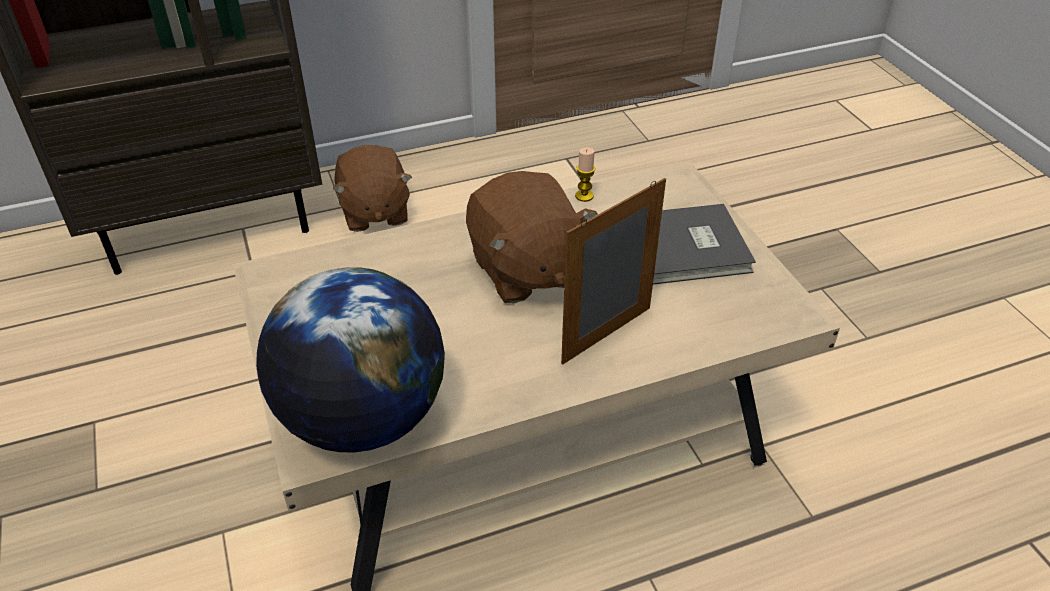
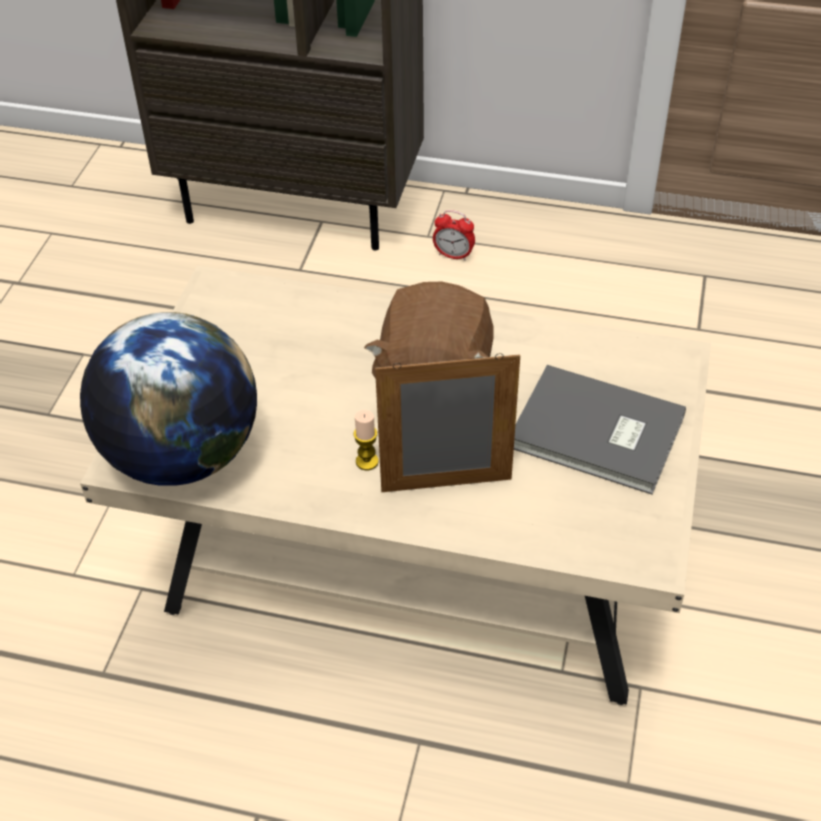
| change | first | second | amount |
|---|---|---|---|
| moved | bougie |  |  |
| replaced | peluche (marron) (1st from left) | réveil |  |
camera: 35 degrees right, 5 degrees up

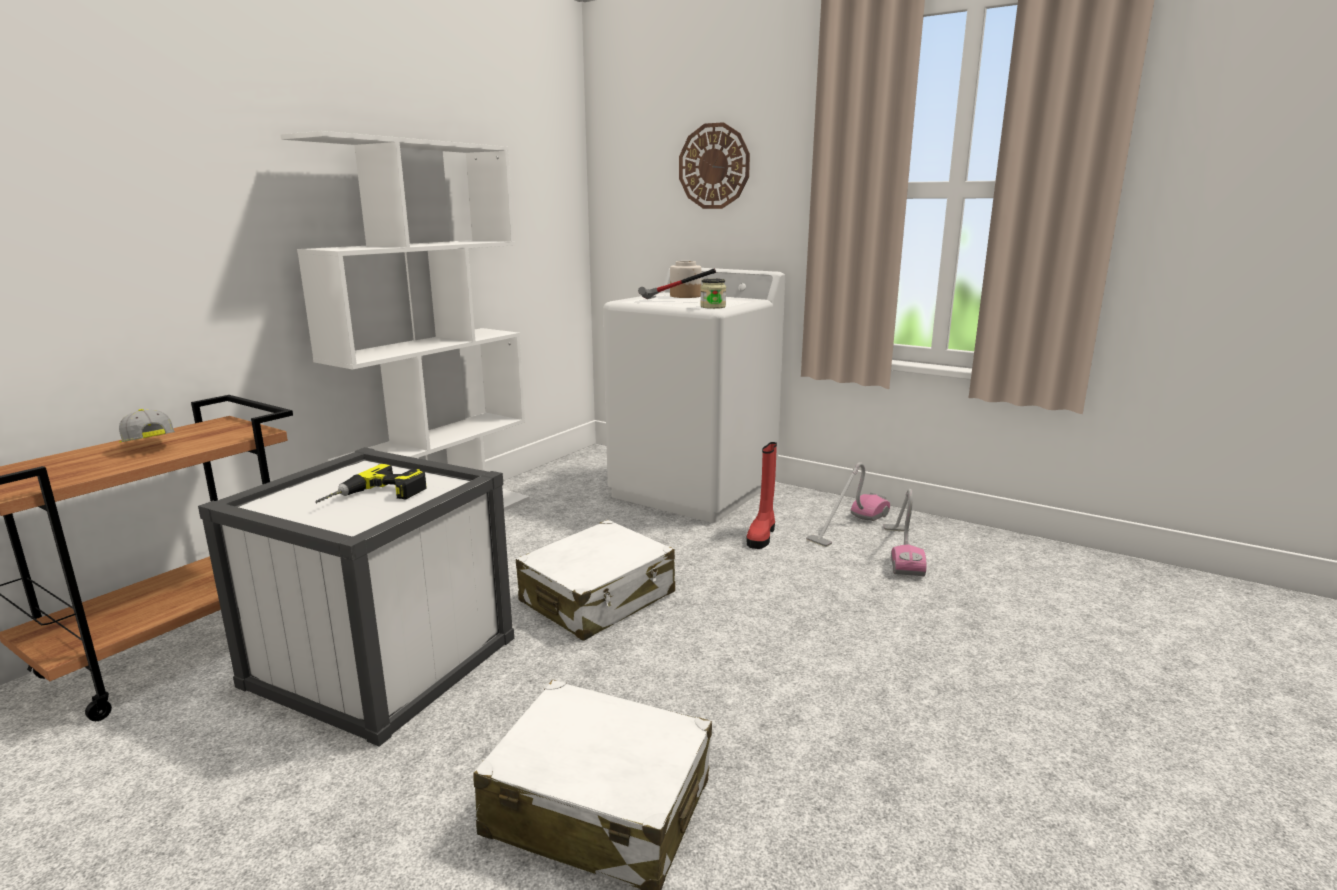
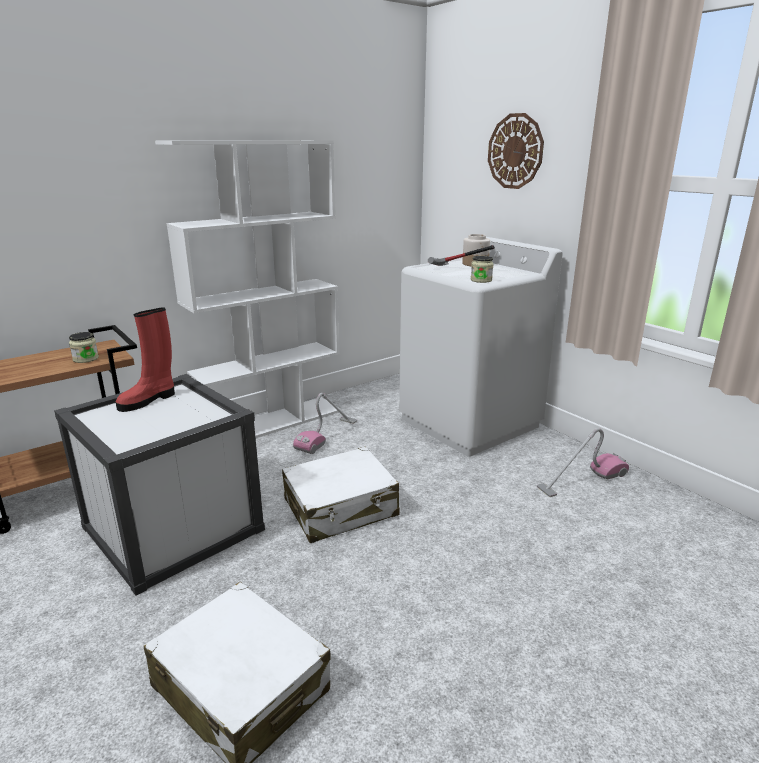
| change | first | second | amount |
|---|---|---|---|
| added |  | bocal (1st from left) |  |
| moved | botte (rouge) |  |  |
| moved | aspirateur (2nd from left in the first image) | aspirateur (1st from left) |  |
| removed | casquette |  |  |
| removed | perceuse |  |  |
camera: 20 degrees right, 5 degrees up

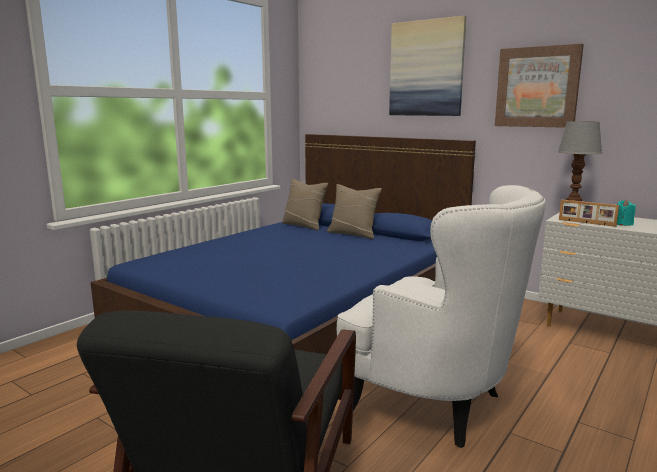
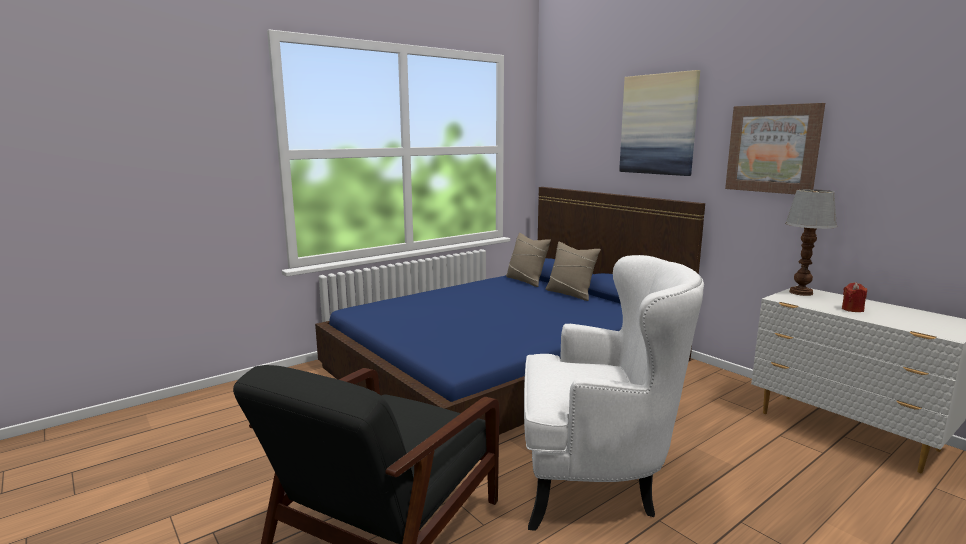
| change | first | second | amount |
|---|---|---|---|
| turned | fauteuil (blanc) |  | 45 degrees counterclockwise |
| recoloured | bougie (turquoise) | bougie (rouge) |  |
| removed | cadre photo |  |  |
camera: 15 degrees right, 0 degrees up

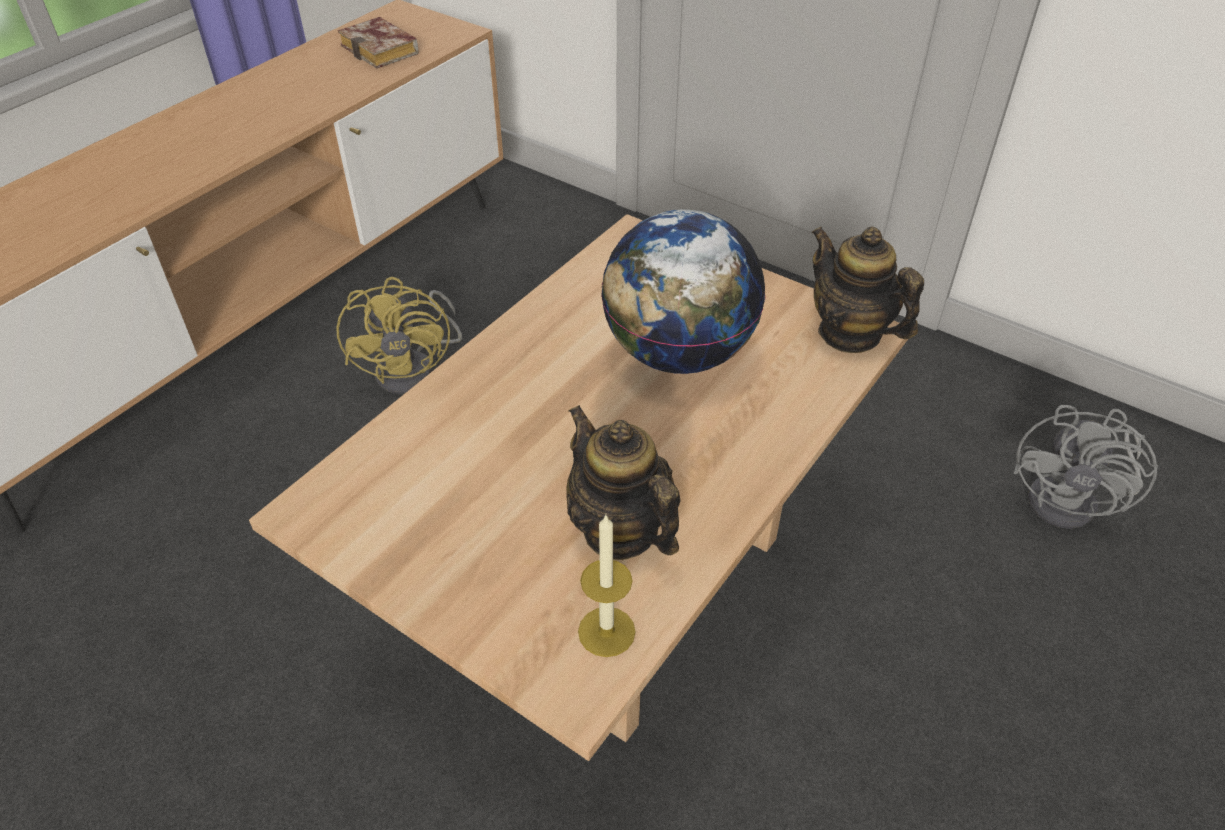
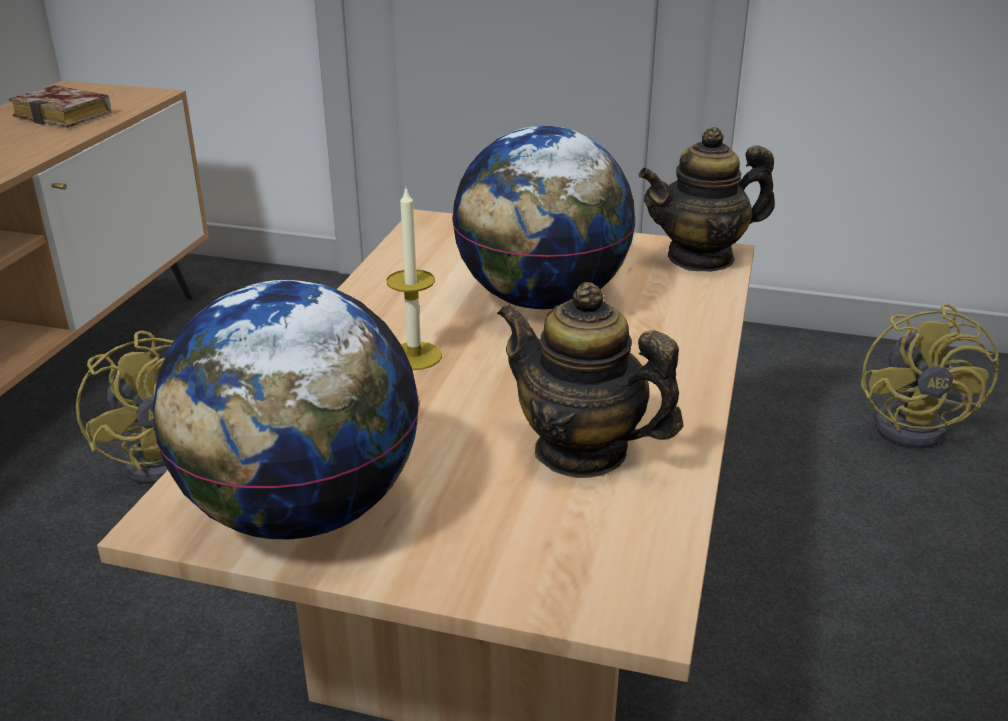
| change | first | second | amount |
|---|---|---|---|
| added |  | globe (1st from left) |  |
| moved | bougie |  |  |
| turned | théière (2nd from left) |  | 45 degrees counterclockwise |
| recoloured | ventilateur (gris) | ventilateur (jaune) (2nd from left) |  |
camera: 20 degrees left, 15 degrees down

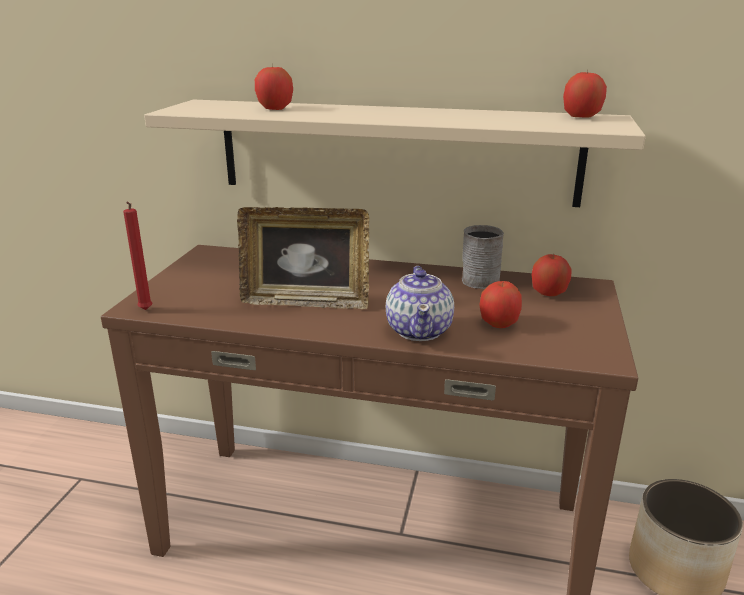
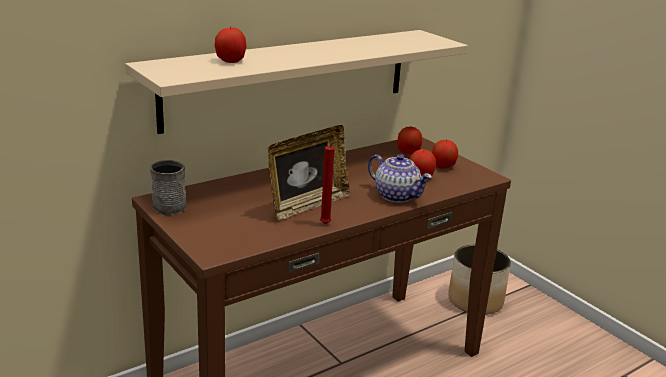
| change | first | second | amount |
|---|---|---|---|
| moved | mug (gris) |  |  |
| moved | bougie (rouge) |  |  |
| moved | pomme (4th from left) |  |  |
camera: 50 degrees left, 0 degrees up

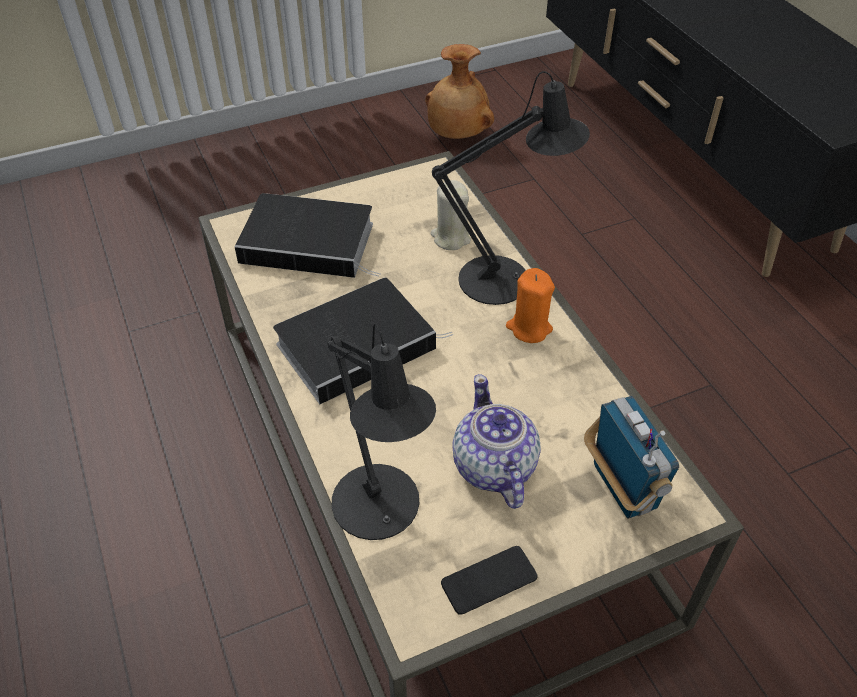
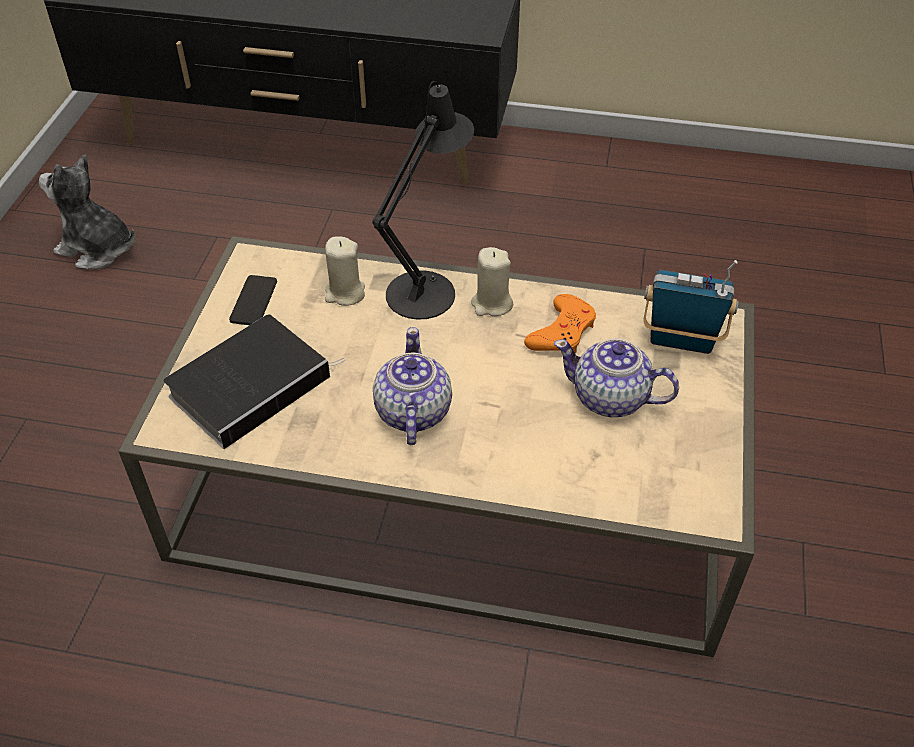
| change | first | second | amount |
|---|---|---|---|
| replaced | vase (marron) | peluche |  |
| moved | téléphone |  |  |
| replaced | livre (2nd from left) | théière (1st from left) |  |
| recoloured | bougie (orange) | bougie (beige) (2nd from left) |  |
| added |  | manette (orange) |  |
| removed | lampe de table (noir) (1st from left) |  |  |
camera: 55 degrees left, 0 degrees up

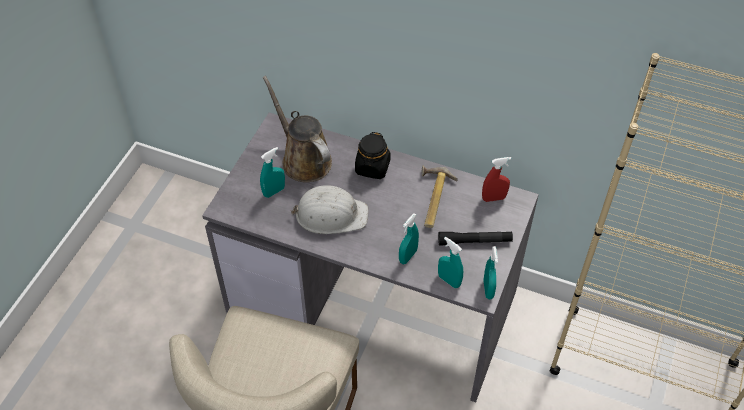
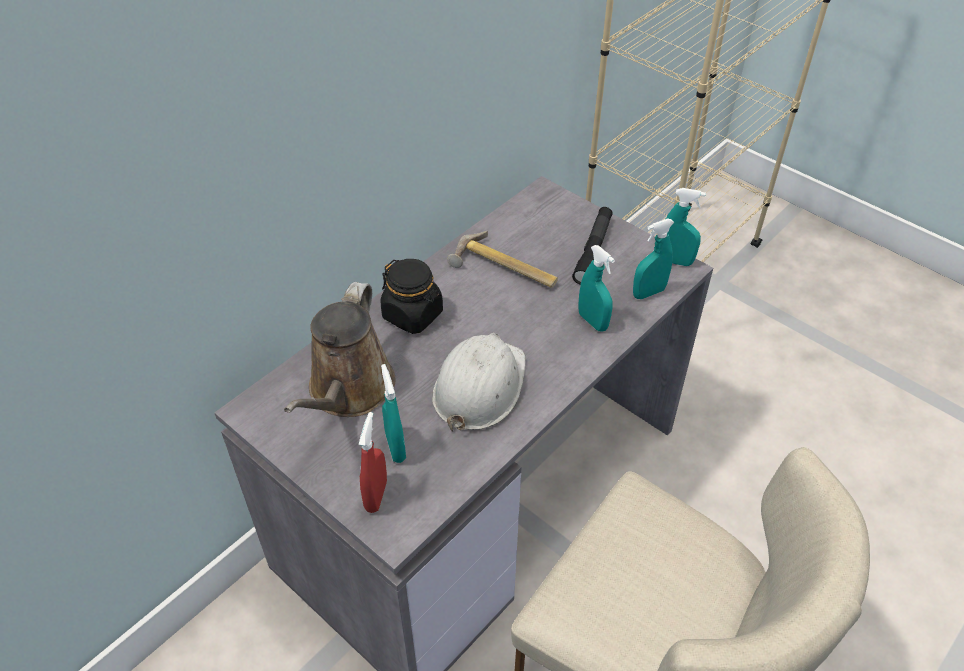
| change | first | second | amount |
|---|---|---|---|
| turned | arrosoir (marron) |  | 60 degrees counterclockwise |
| moved | vaporisateur (rouge) |  |  |
camera: 70 degrees left, 5 degrees down

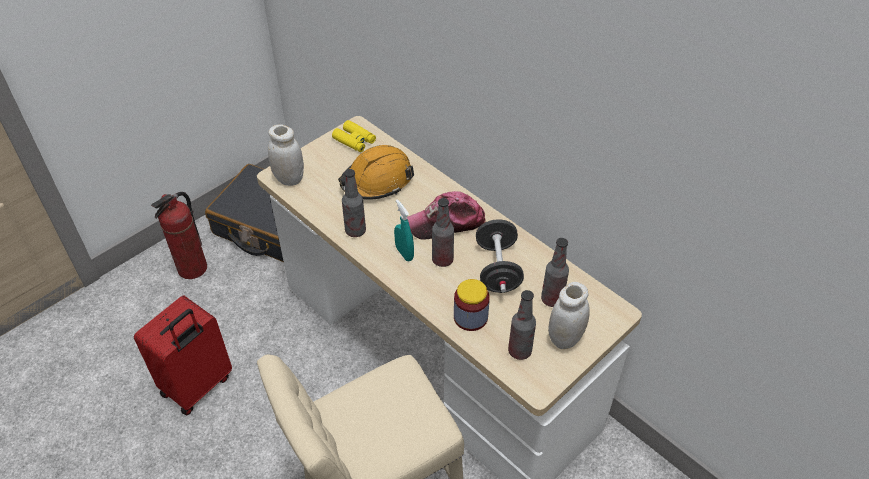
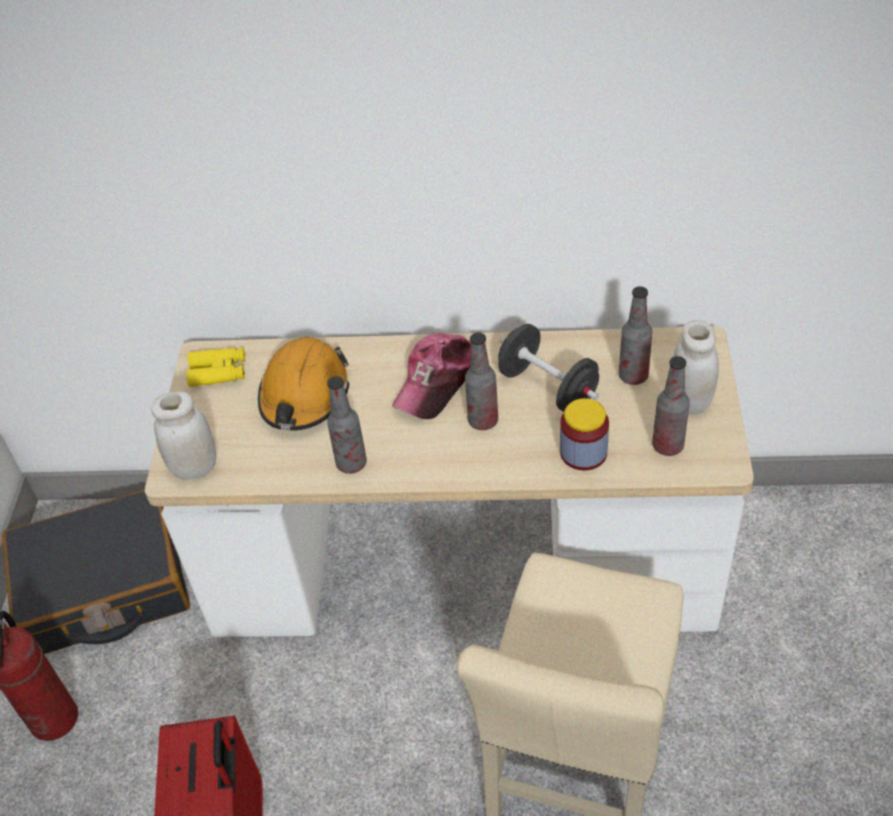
| change | first | second | amount |
|---|---|---|---|
| removed | vaporisateur (turquoise) |  |  |
camera: 40 degrees left, 0 degrees up

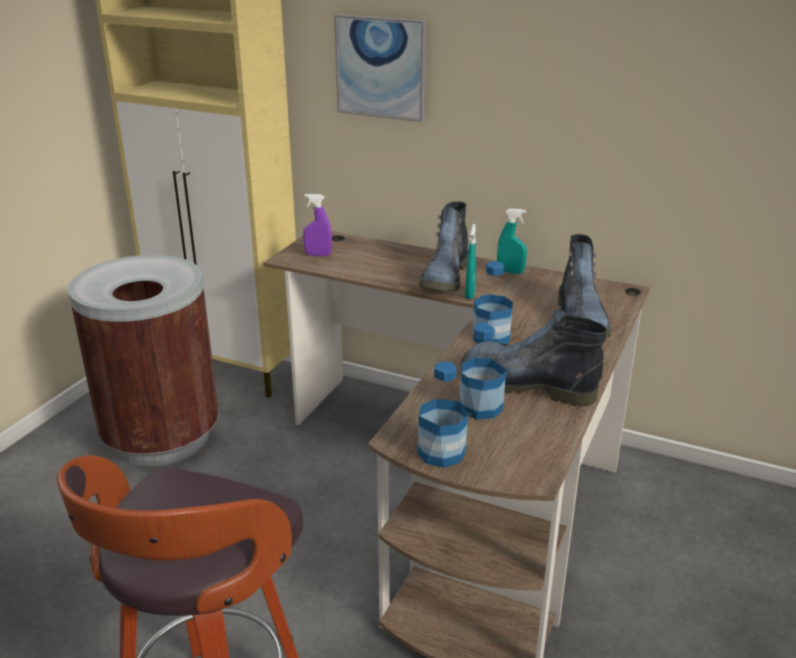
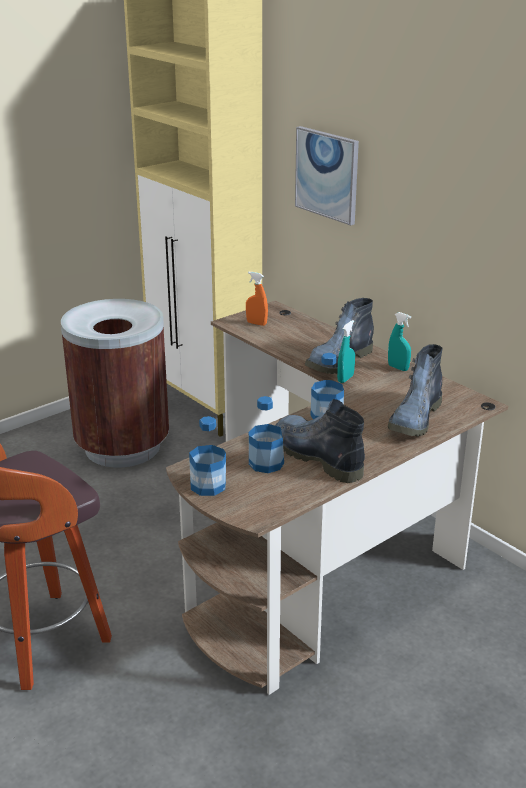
| change | first | second | amount |
|---|---|---|---|
| recoloured | vaporisateur (violet) | vaporisateur (orange) |  |
camera: 25 degrees right, 0 degrees up

